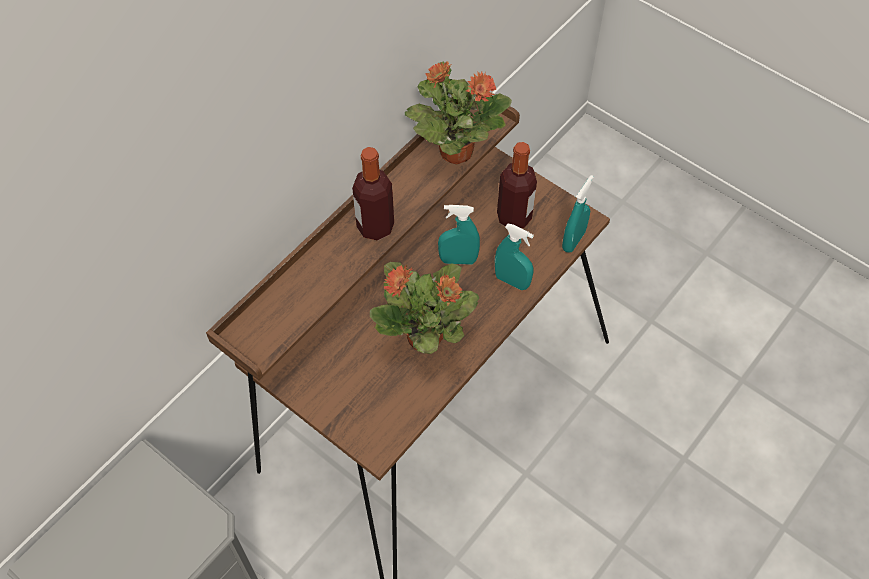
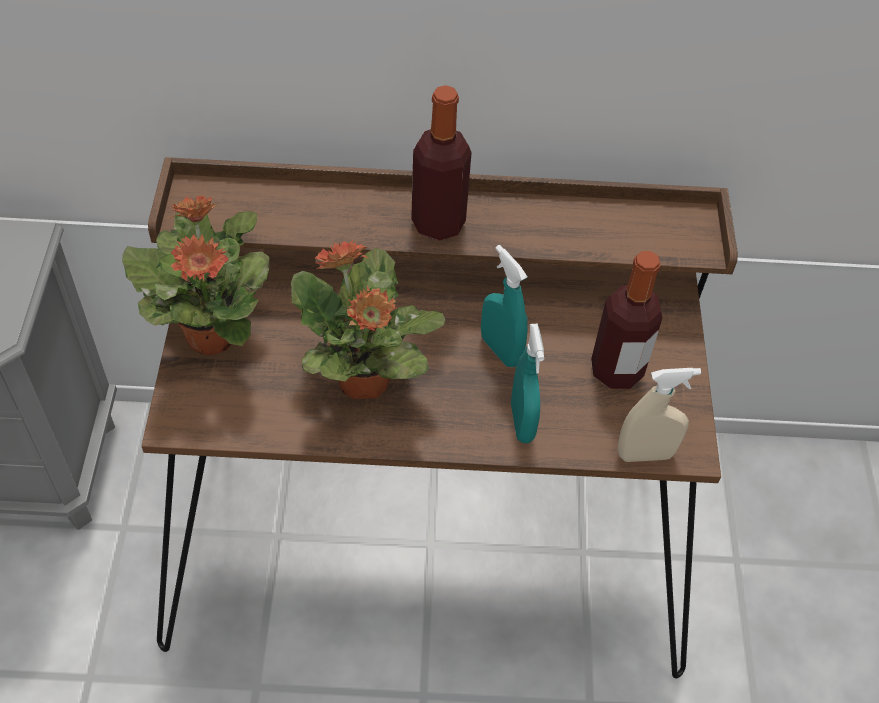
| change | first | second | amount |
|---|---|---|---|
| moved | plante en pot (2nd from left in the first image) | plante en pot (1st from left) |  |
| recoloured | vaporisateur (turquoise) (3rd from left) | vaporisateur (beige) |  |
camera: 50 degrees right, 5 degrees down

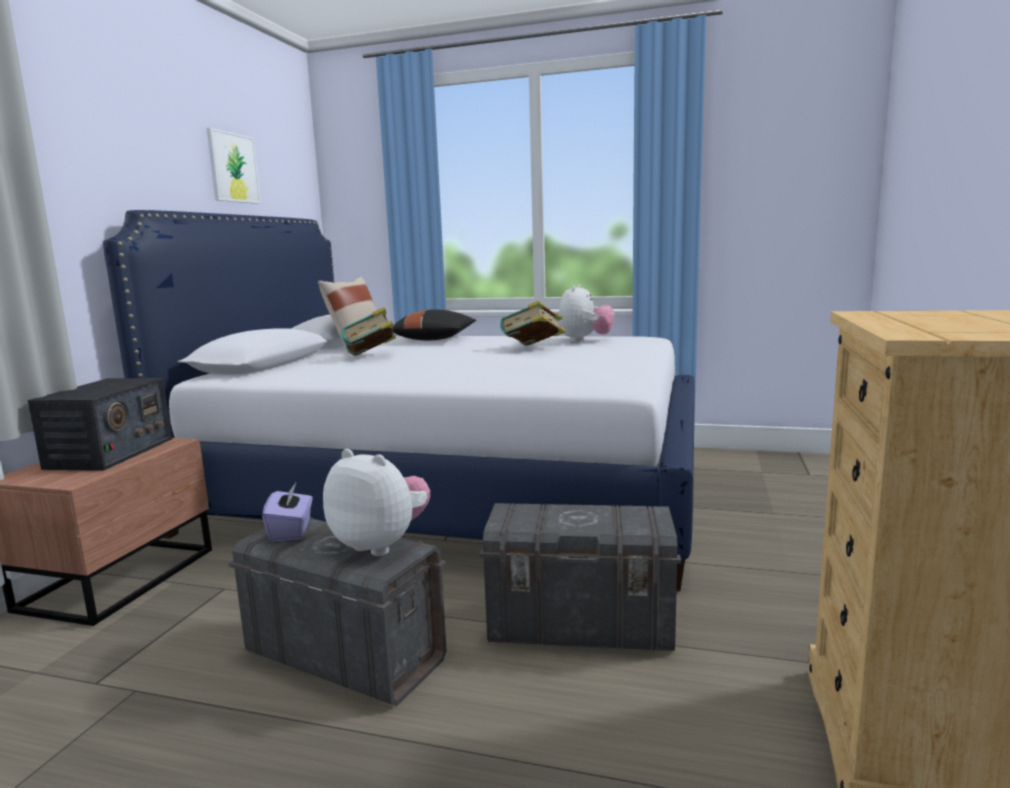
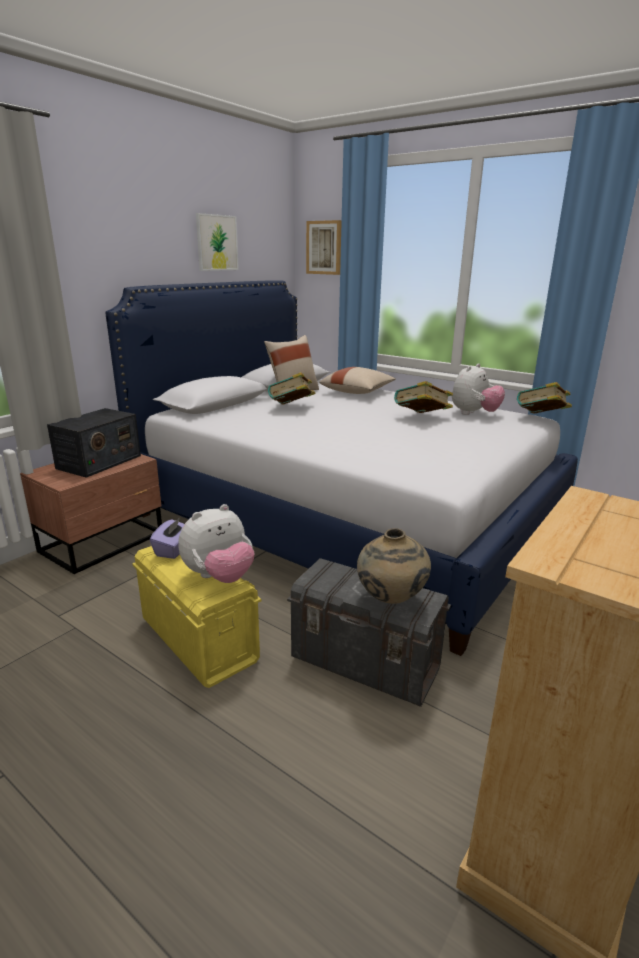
| change | first | second | amount |
|---|---|---|---|
| recoloured | boîte de rangement (gris) (1st from left) | boîte de rangement (jaune) |  |
| turned | peluche (1st from left) |  | 90 degrees clockwise |
| added |  | tableau (2nd from left) |  |
| recoloured | coussin (noir) | coussin (beige) (2nd from left) |  |
| added |  | vase (beige) |  |
| added |  | livre (3rd from left) |  |
camera: 20 degrees right, 10 degrees up

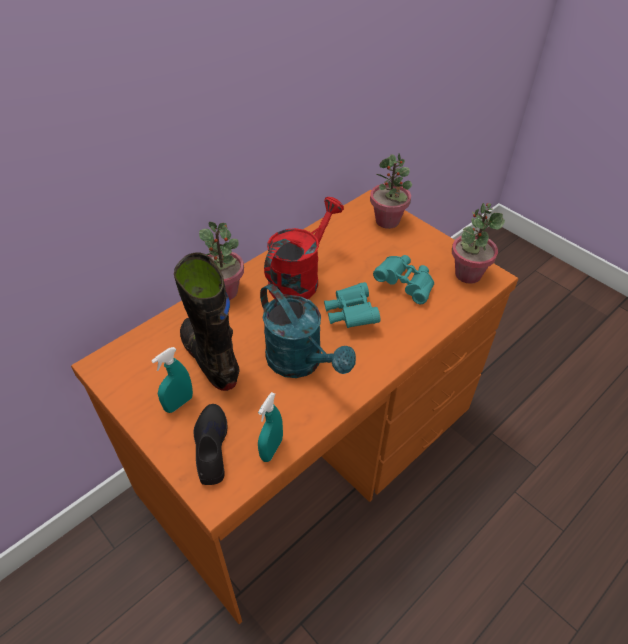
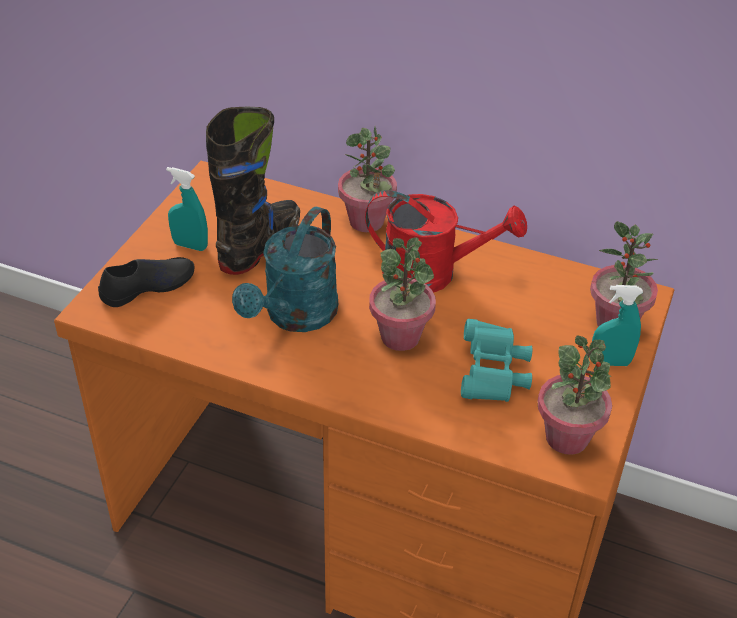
| change | first | second | amount |
|---|---|---|---|
| replaced | jumelles (turquoise) (1st from left) | plante en pot (2nd from left) |  |
| moved | vaporisateur (turquoise) (2nd from left) |  |  |
camera: 65 degrees right, 5 degrees down

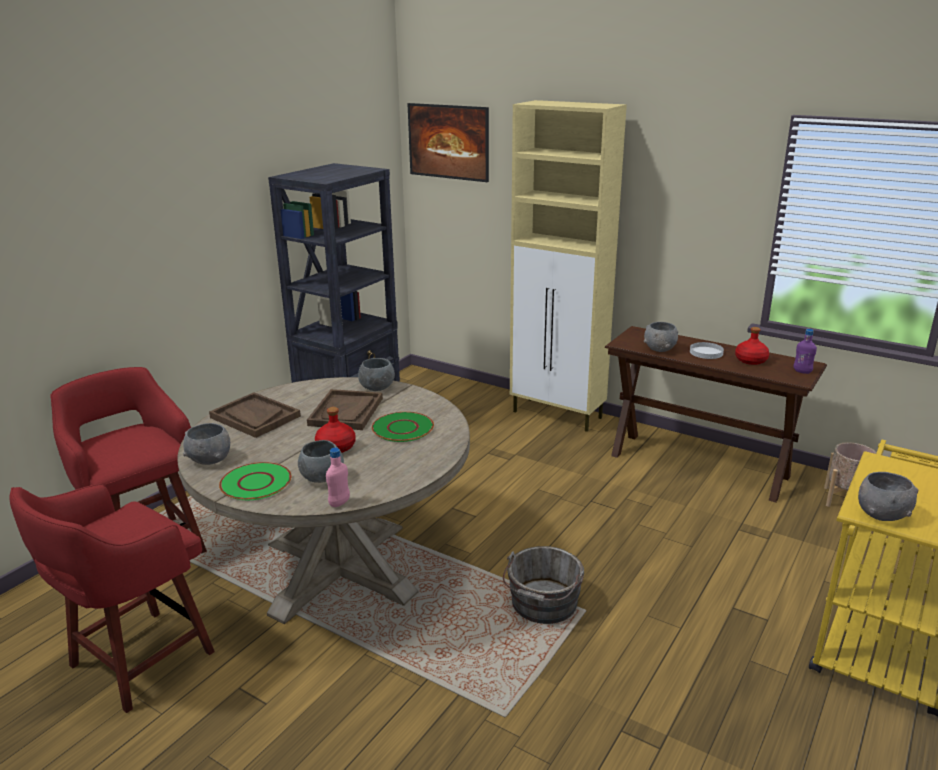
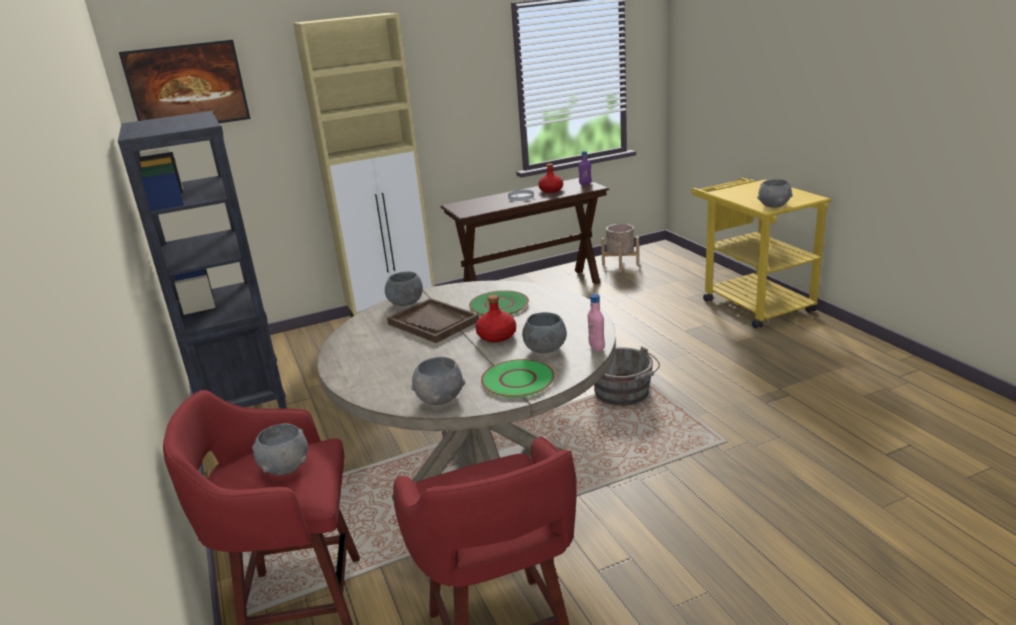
| change | first | second | amount |
|---|---|---|---|
| moved | bol (gris) (4th from left in the first image) | bol (gris) (1st from left) |  |
| removed | plateau (marron) (1st from left) |  |  |
camera: 55 degrees left, 0 degrees up

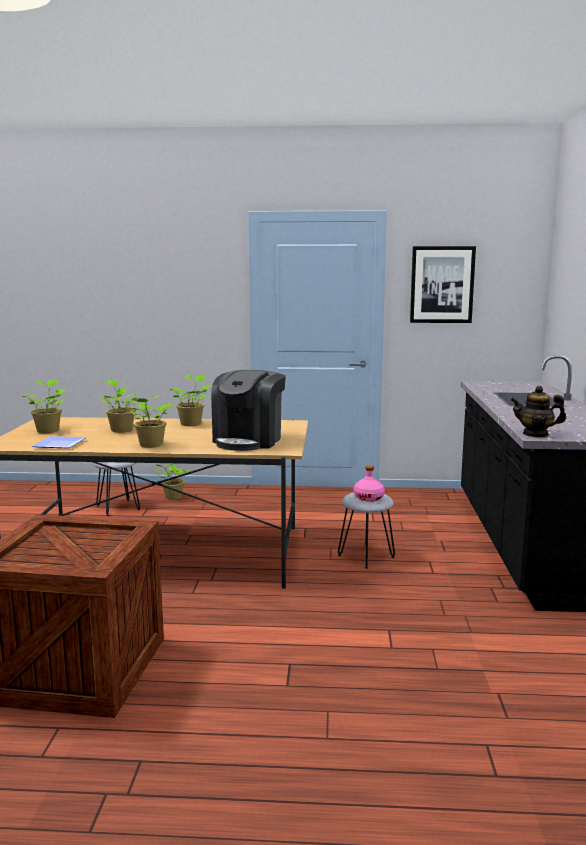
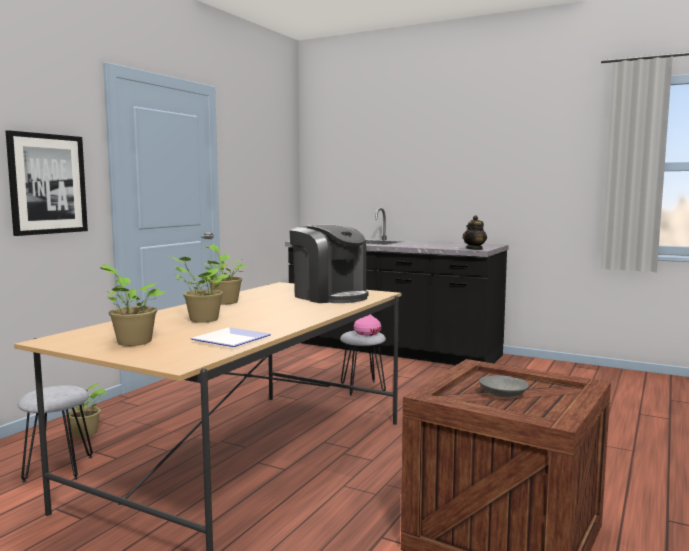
| change | first | second | amount |
|---|---|---|---|
| moved | tableau |  |  |
| added |  | bol (gris) |  |
| removed | plante en pot (3rd from left) |  |  |
camera: 65 degrees left, 5 degrees down

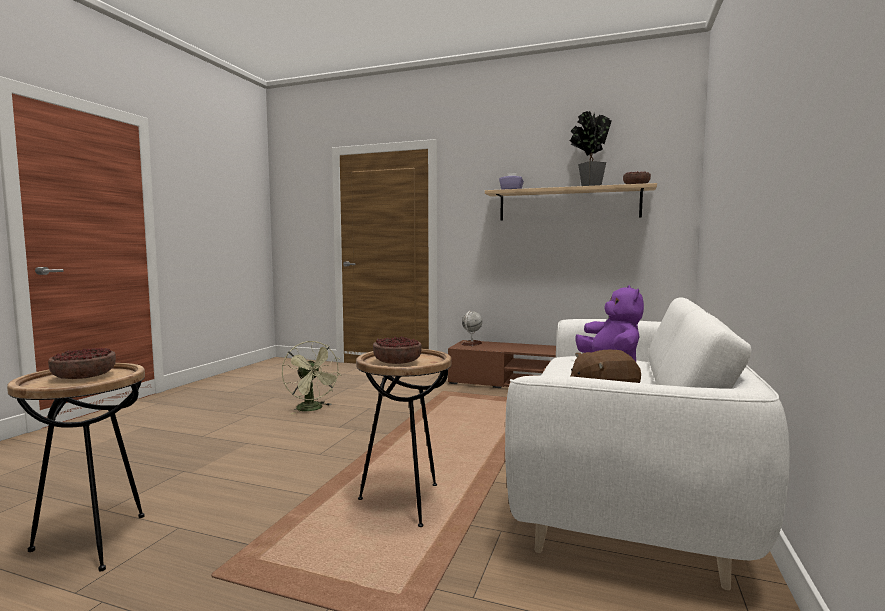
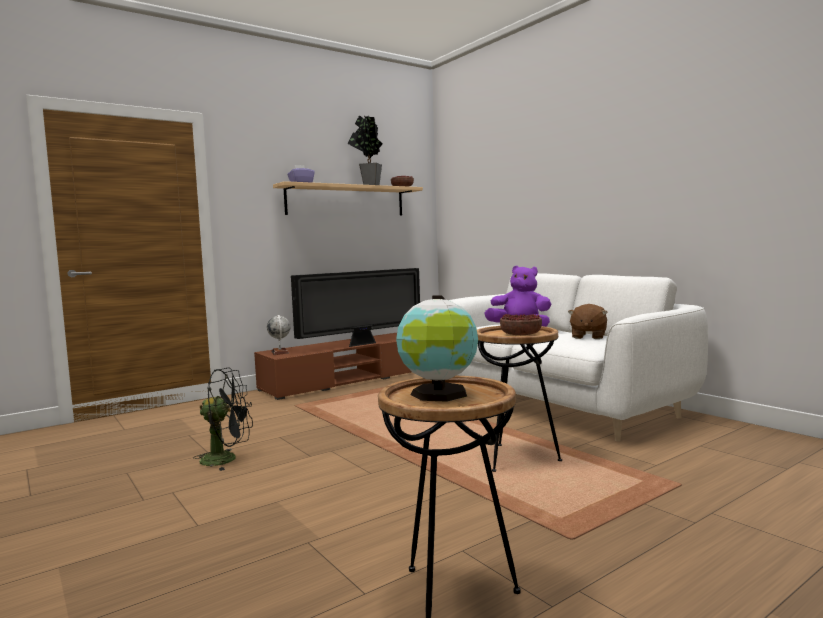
| change | first | second | amount |
|---|---|---|---|
| recoloured | ventilateur (vert) | ventilateur (noir) |  |
| added |  | téléviseur |  |
| replaced | bol (1st from left) | globe (2nd from left) |  |
camera: 55 degrees left, 0 degrees up

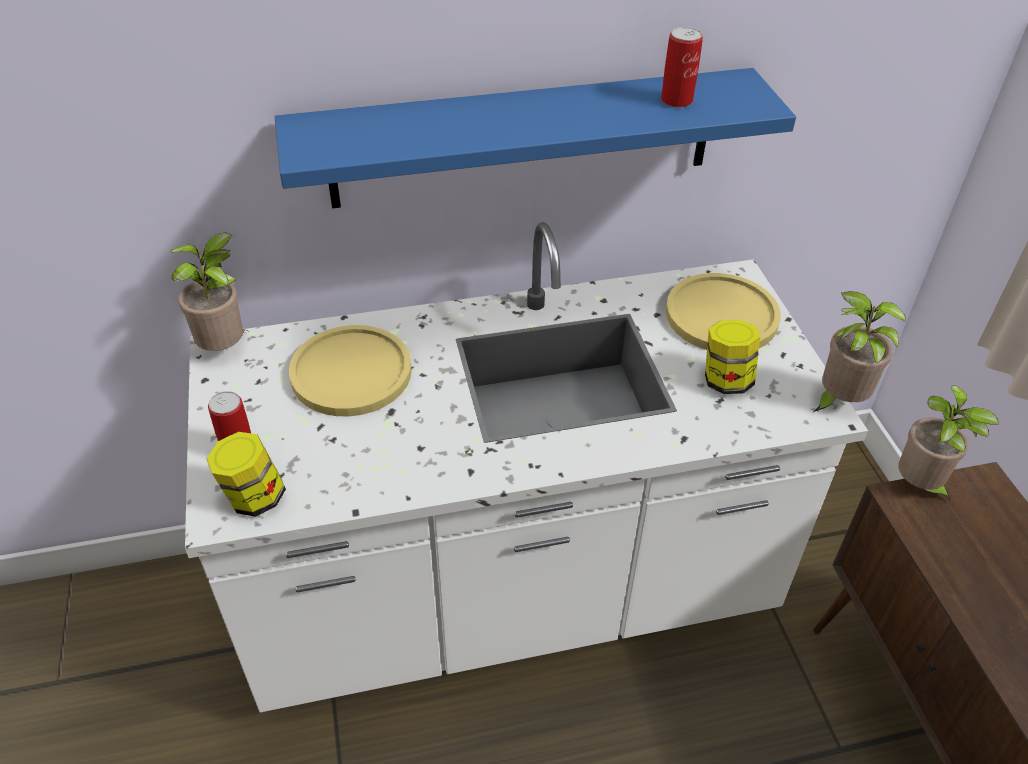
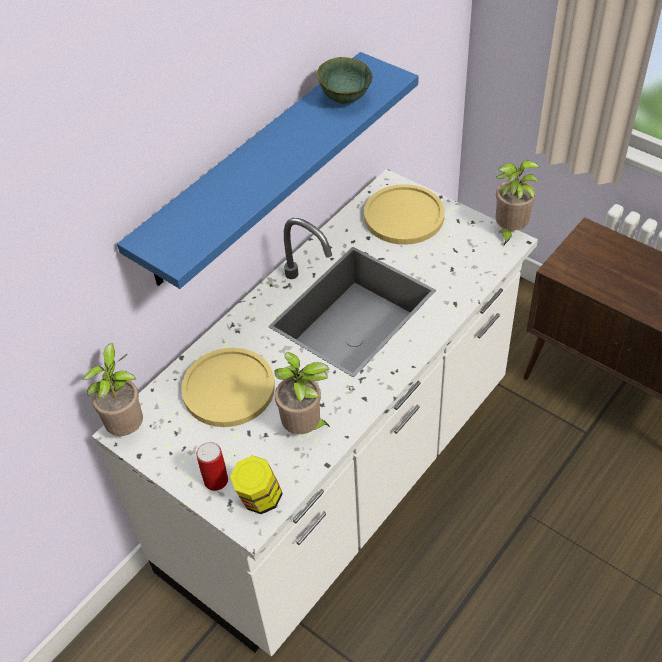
| change | first | second | amount |
|---|---|---|---|
| moved | plante en pot (3rd from left in the first image) | plante en pot (2nd from left) |  |
| replaced | boîte métallique (2nd from left) | bol (vert) |  |
| removed | bocal (2nd from left) |  |  |
camera: 35 degrees left, 5 degrees up

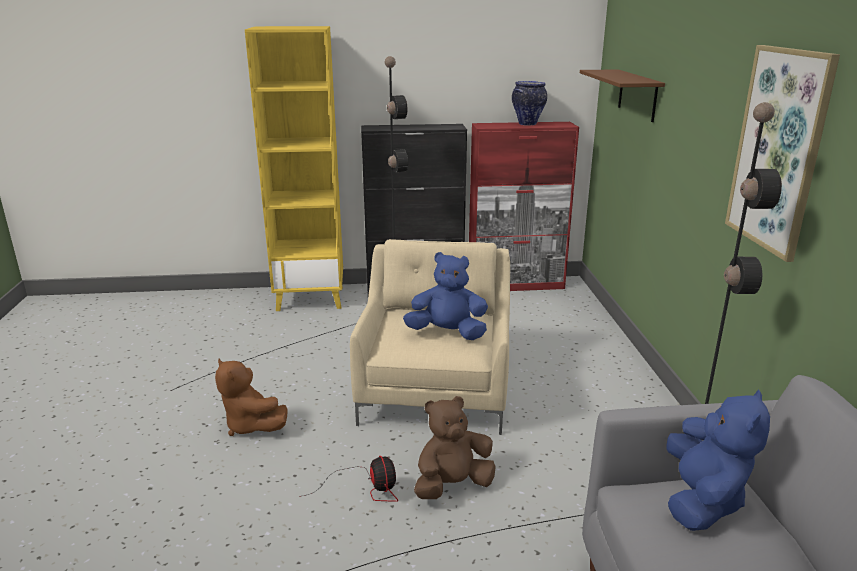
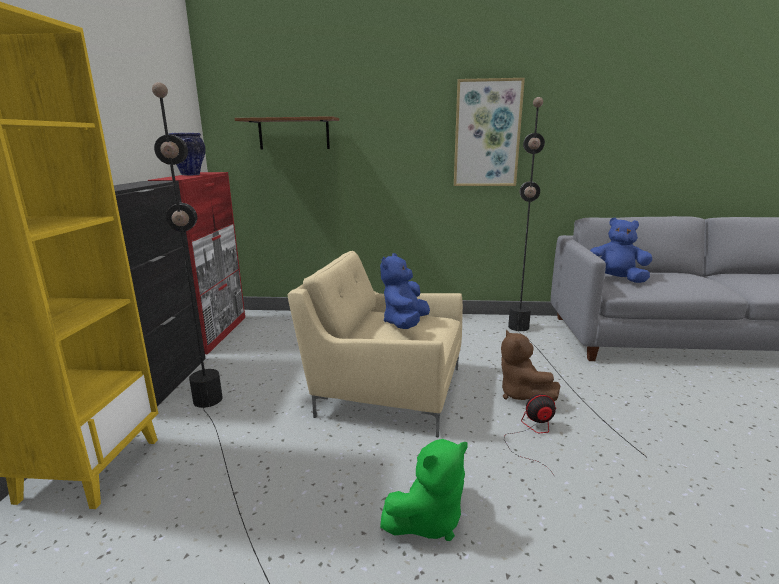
| change | first | second | amount |
|---|---|---|---|
| recoloured | peluche (marron) (1st from left) | peluche (vert) |  |
camera: 80 degrees left, 5 degrees down

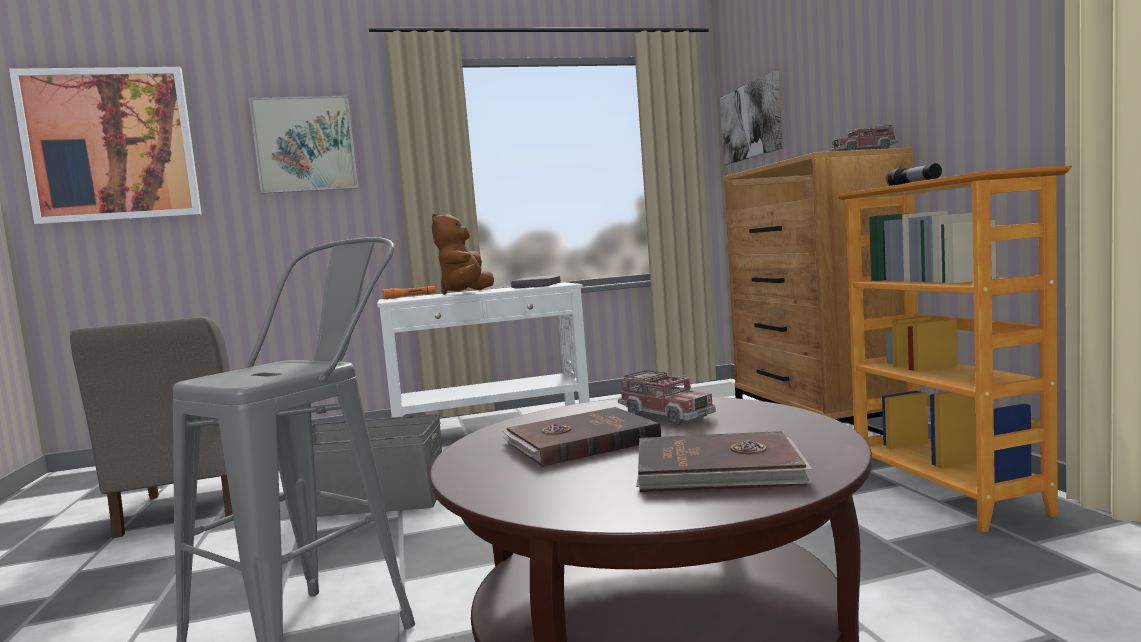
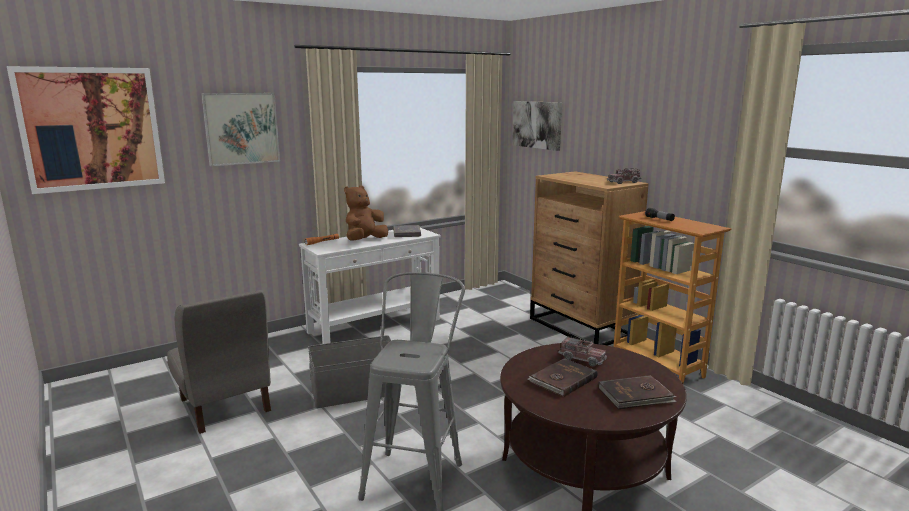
| change | first | second | amount |
|---|---|---|---|
| turned | peluche (marron) |  | 45 degrees clockwise |
camera: 20 degrees left, 10 degrees up

